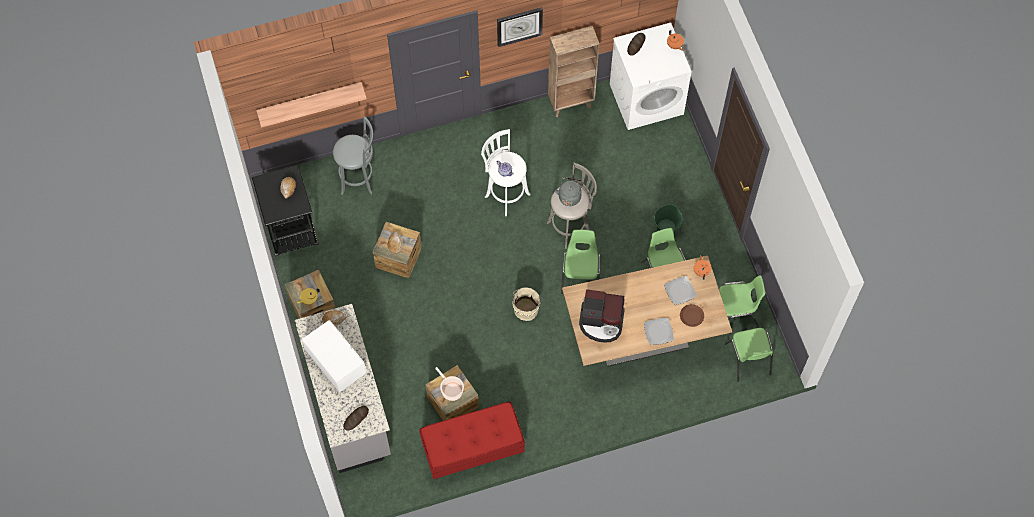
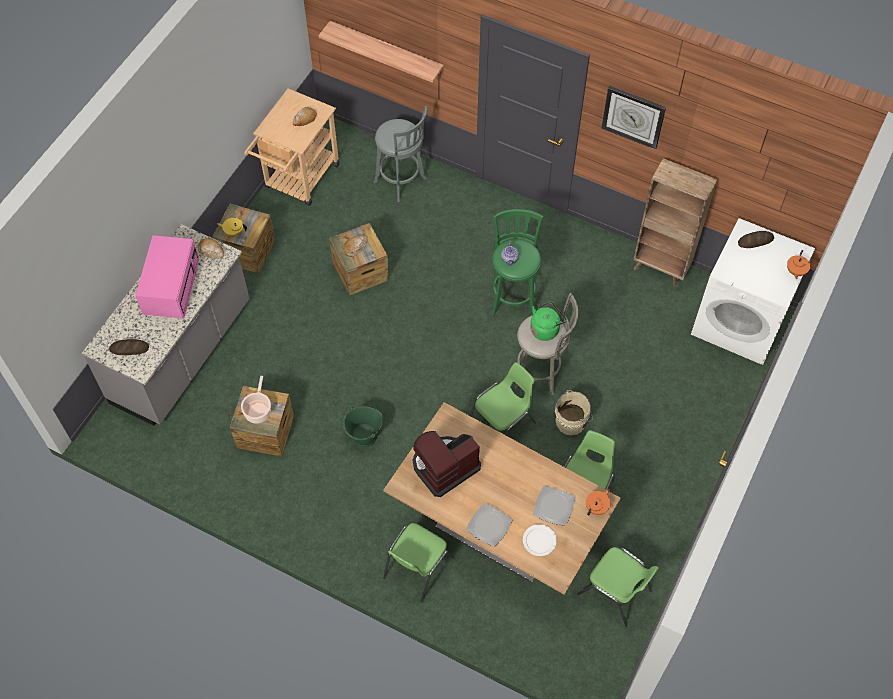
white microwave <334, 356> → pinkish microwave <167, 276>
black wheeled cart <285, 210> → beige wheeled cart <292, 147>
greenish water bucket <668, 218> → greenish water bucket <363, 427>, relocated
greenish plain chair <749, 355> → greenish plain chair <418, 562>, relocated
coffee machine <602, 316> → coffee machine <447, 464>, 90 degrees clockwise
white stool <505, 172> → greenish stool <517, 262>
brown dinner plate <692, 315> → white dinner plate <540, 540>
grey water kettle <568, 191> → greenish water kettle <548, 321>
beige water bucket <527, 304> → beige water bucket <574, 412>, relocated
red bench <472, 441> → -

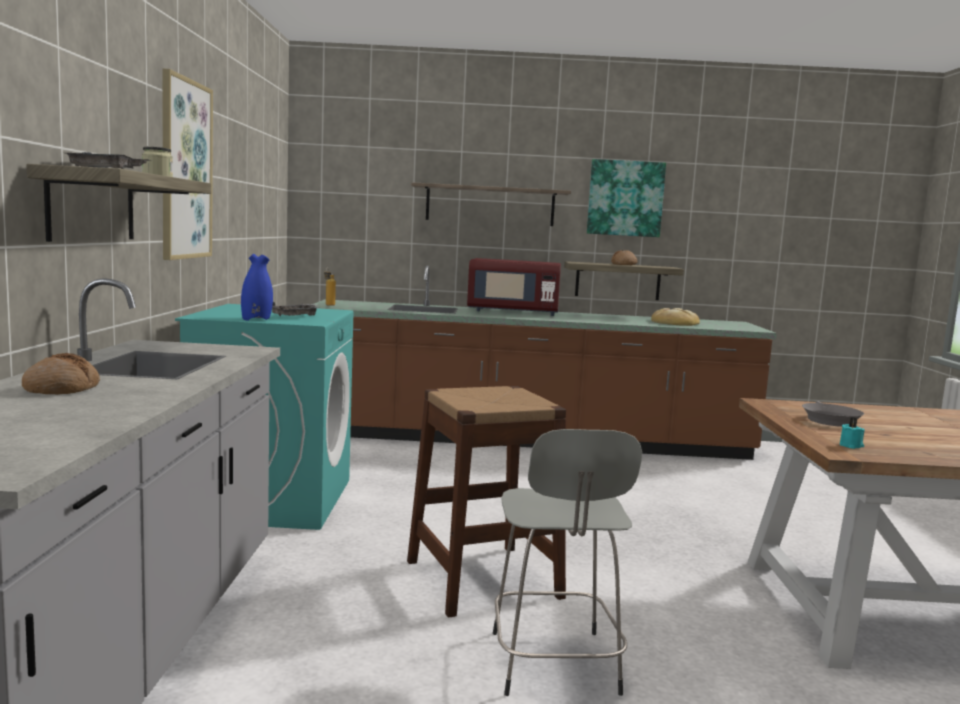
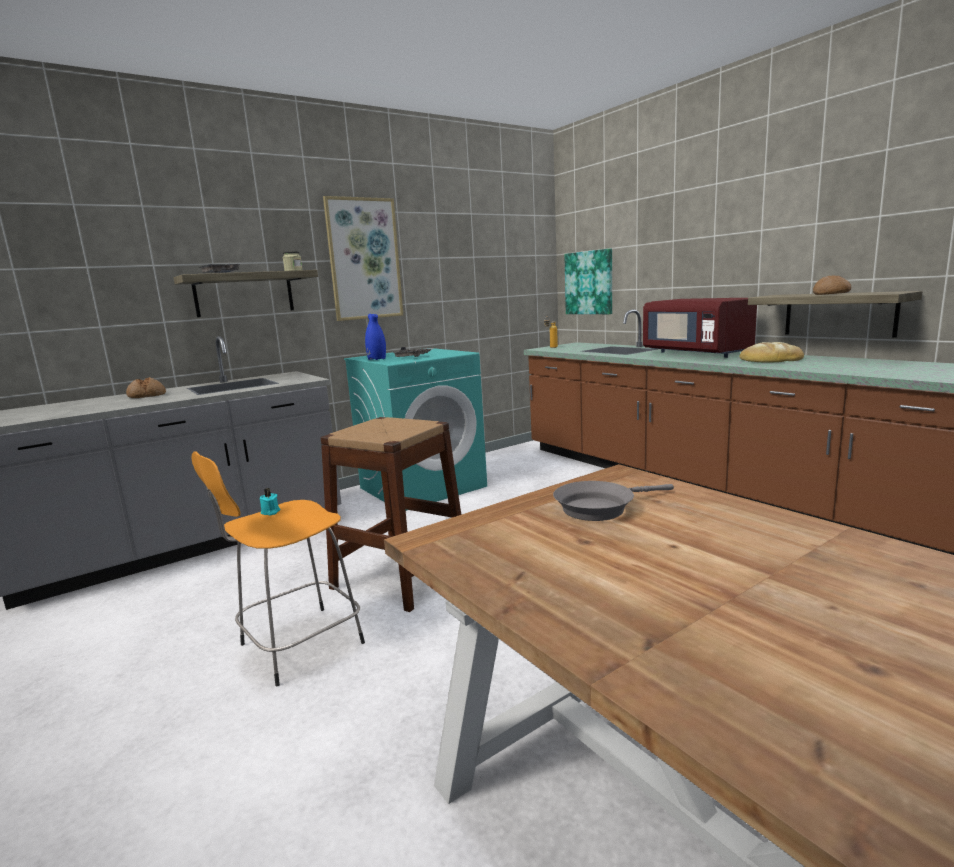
grey stool <567, 562> → orange stool <278, 568>
blue-green candle <852, 433> → blue-green candle <270, 502>, relocated
wall picture <626, 198> → wall picture <588, 281>, relocated
bakery bread <675, 317> → bakery bread <771, 352>, relocated
wall shelf <491, 204> → -

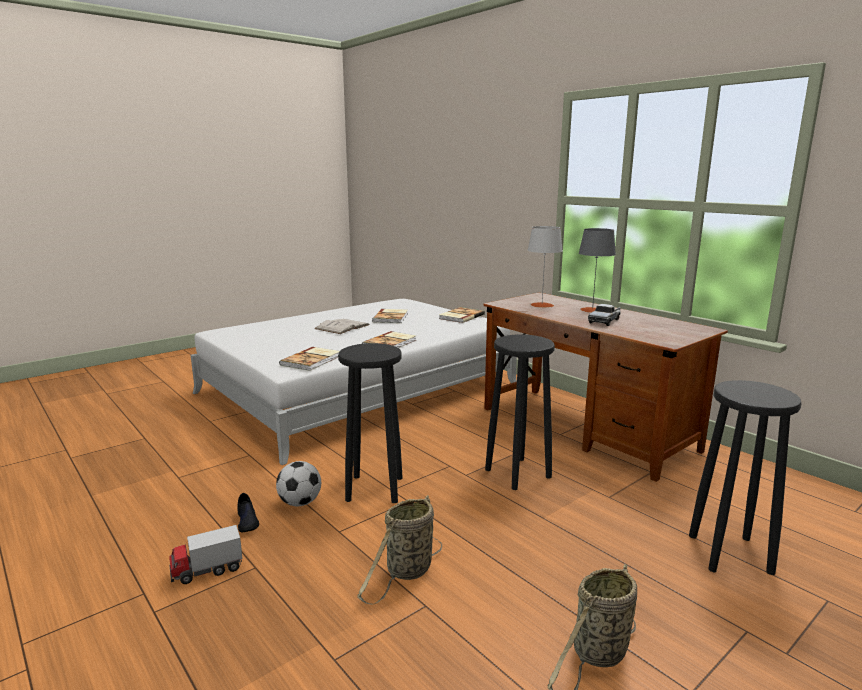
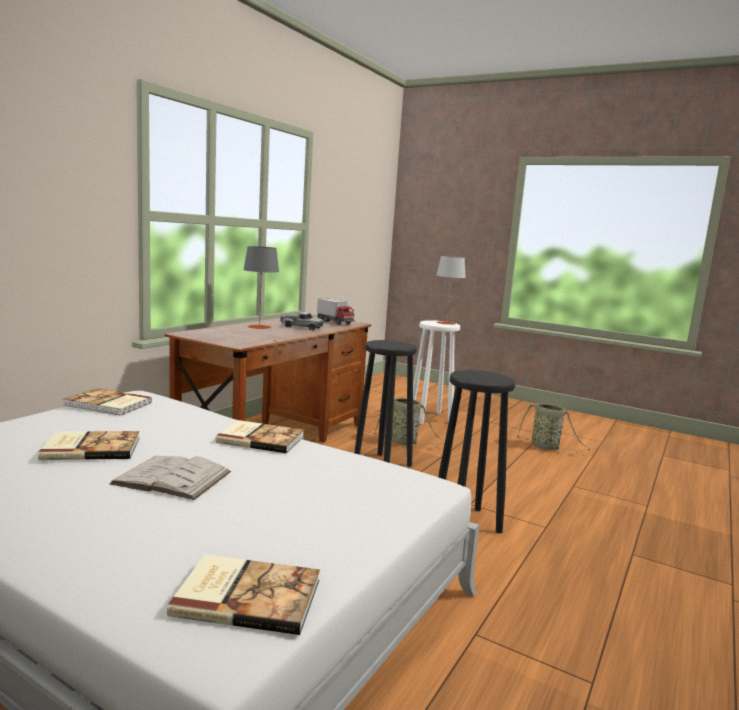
volume <309, 359> → volume <243, 595>, relocated
model truck <206, 554> → model truck <335, 311>, relocated
storage basket <399, 550> → storage basket <407, 421>, relocated
black stool <745, 477> → white stool <436, 372>
grey table lamp <545, 267> → grey table lamp <451, 290>, relocated
black low shoe <248, 513> → -
football <298, 483> → -

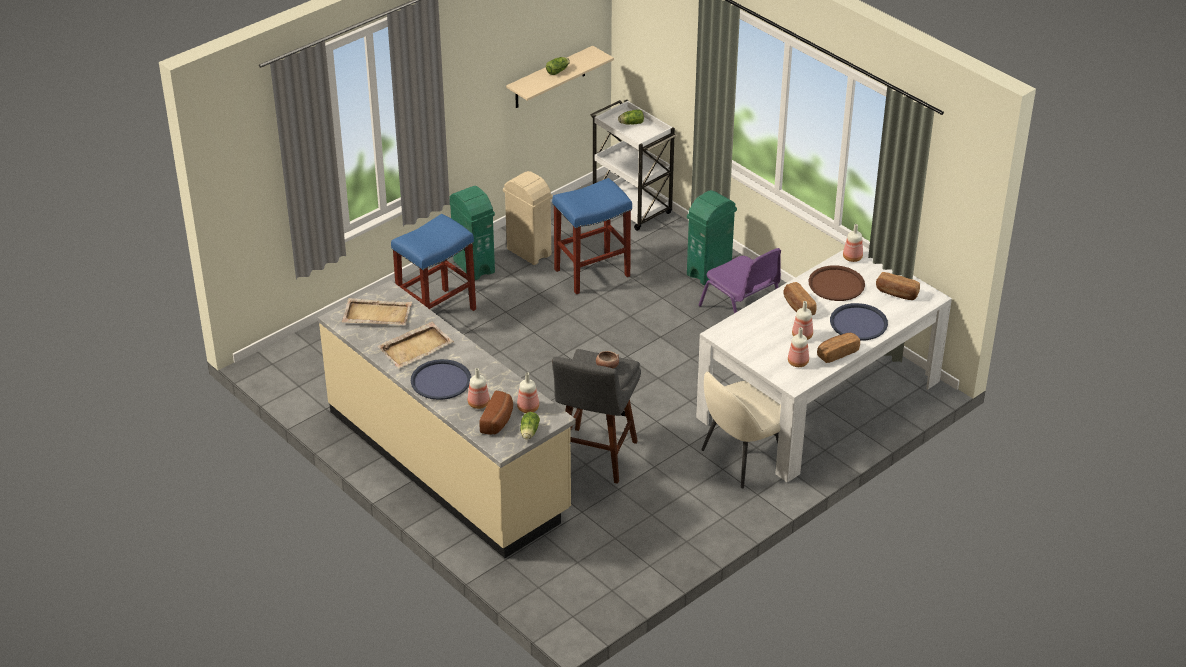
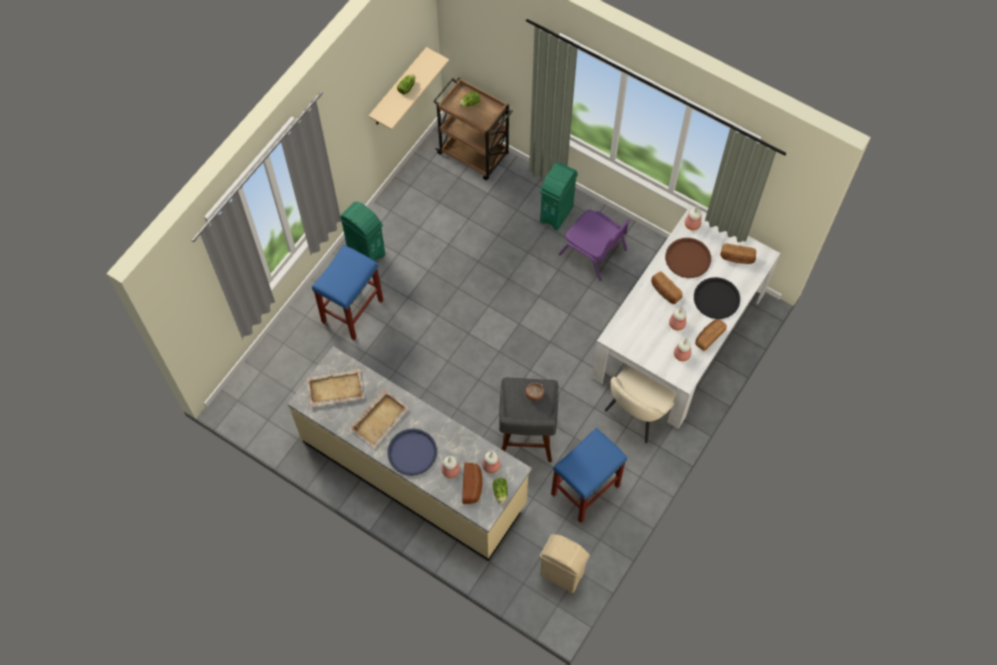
white wheeled cart <634, 165> → brown wheeled cart <473, 129>
beige waste bin <528, 218> → beige waste bin <565, 563>, relocated
blue-coloured stool <592, 236> → blue-coloured stool <589, 475>, relocated
blue-coloured serving tray <859, 322> → black serving tray <717, 298>

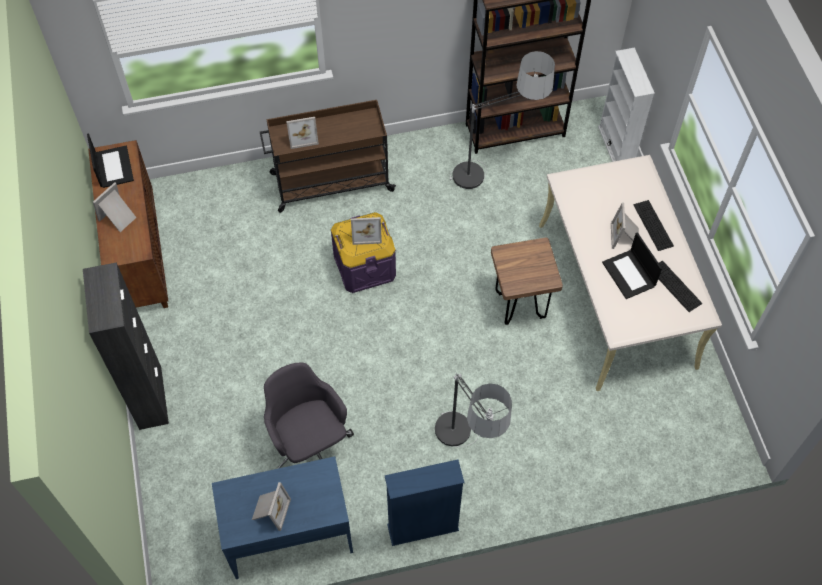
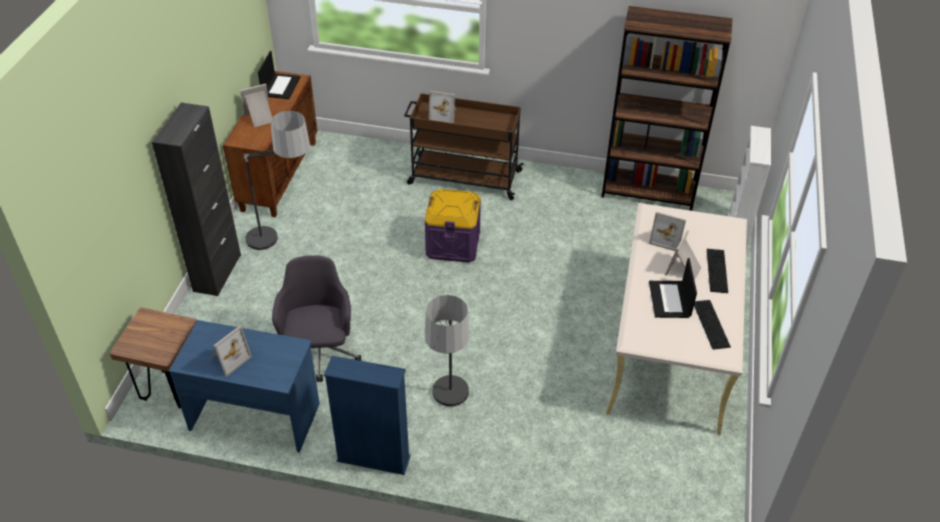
brown stool <527, 281> → brown stool <153, 358>, relocated
standard lamp <502, 120> → standard lamp <276, 180>, relocated
standing frame <366, 231> → standing frame <667, 231>, relocated

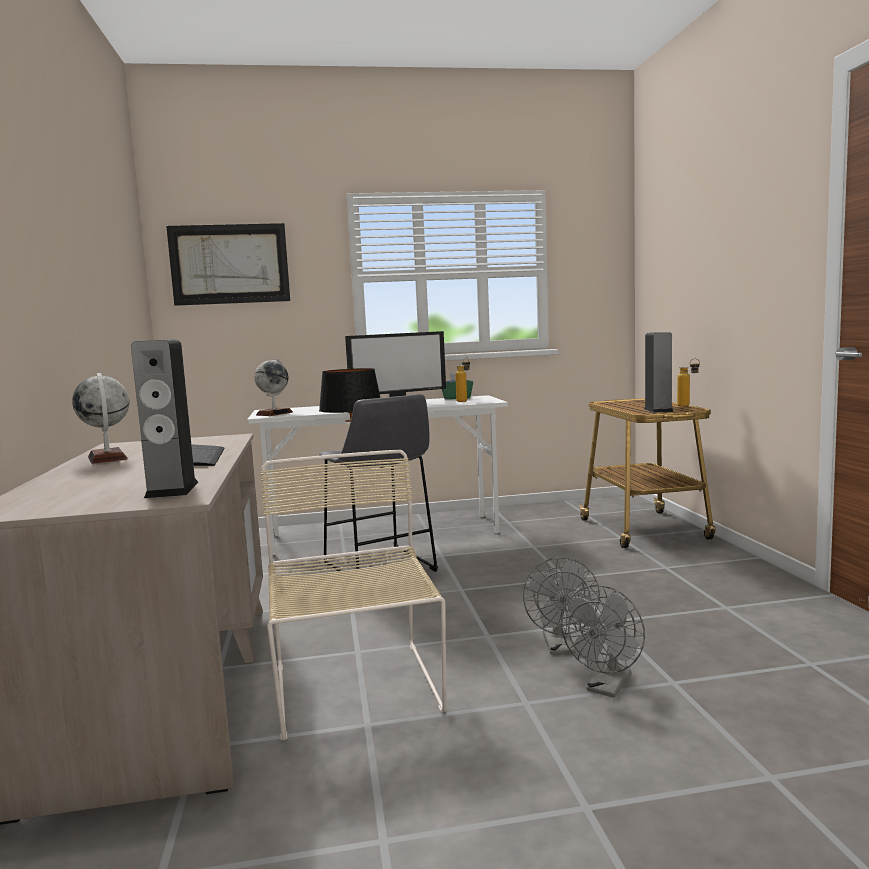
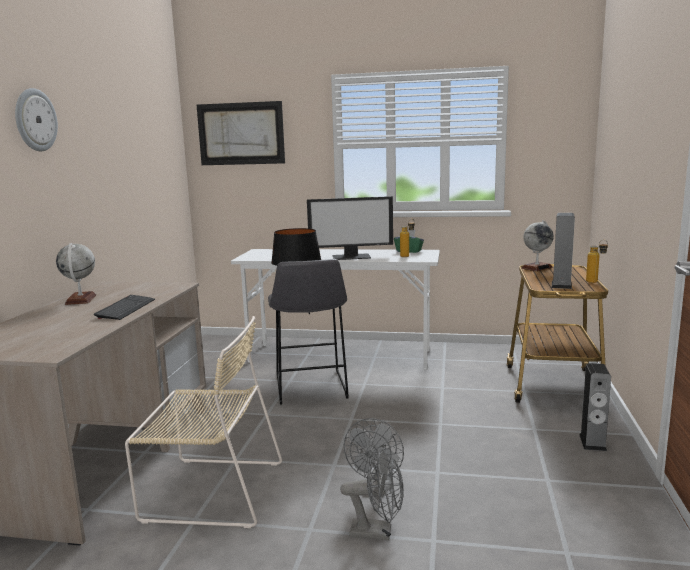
- → wall clock <36, 119>
beige plain chair <353, 595> → beige plain chair <203, 422>, 90 degrees clockwise
grey fan <603, 641> → grey fan <372, 495>, 135 degrees counterclockwise
globe <273, 387> → globe <537, 245>, relocated
loudspeaker <165, 418> → loudspeaker <595, 407>, relocated

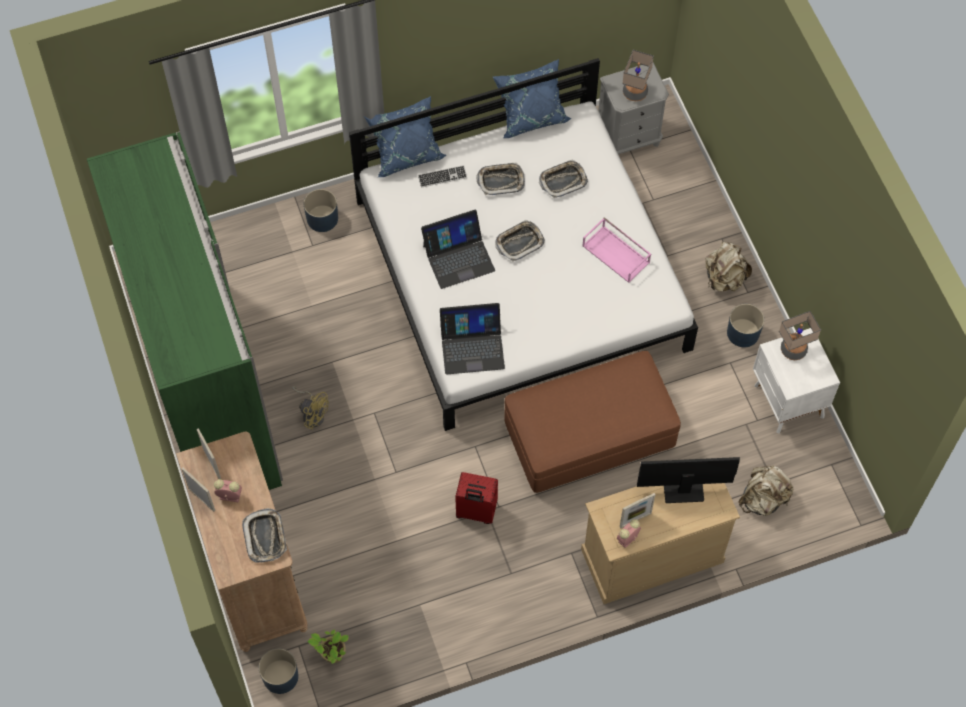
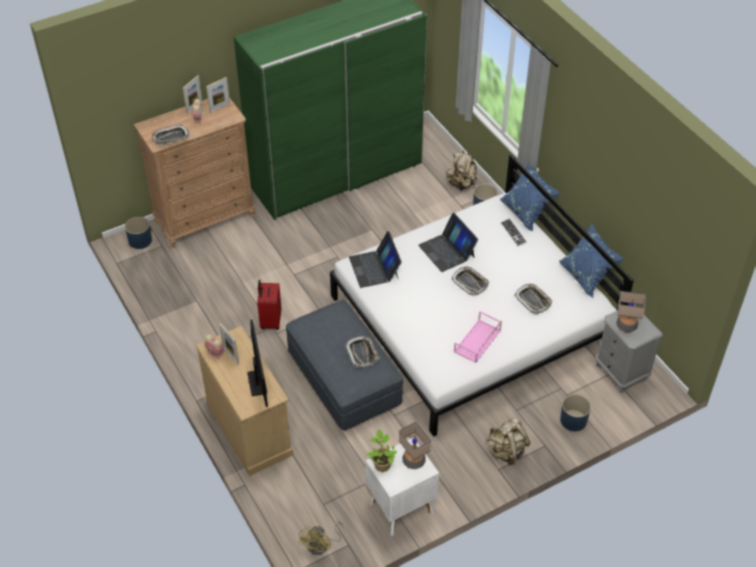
brown footrest <592, 422> → grey footrest <344, 365>
yellow fan <310, 408> → yellow fan <321, 538>, relocated
serving tray <500, 178> → serving tray <362, 352>, relocated
houseplant <328, 646> → houseplant <382, 450>, relocated
beige backpack <766, 491> → beige backpack <461, 170>, relocated
blue-coloured plant pot <745, 325> → blue-coloured plant pot <575, 413>, relocated

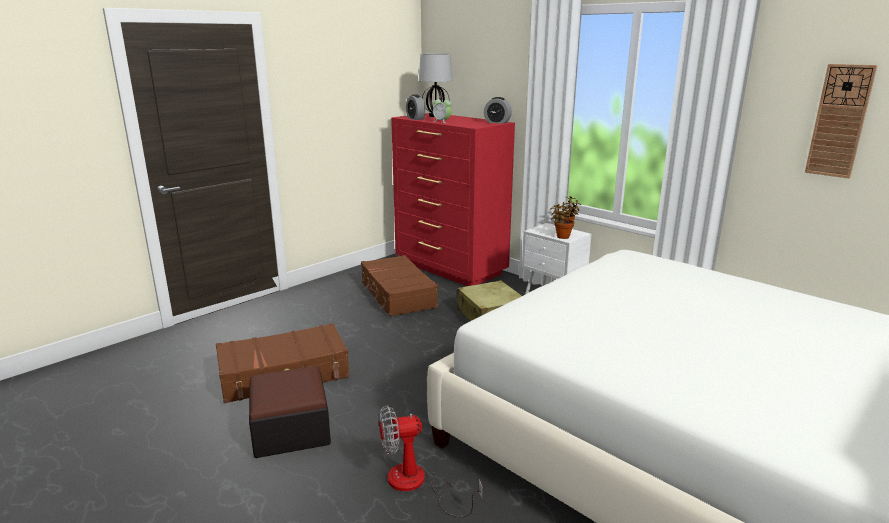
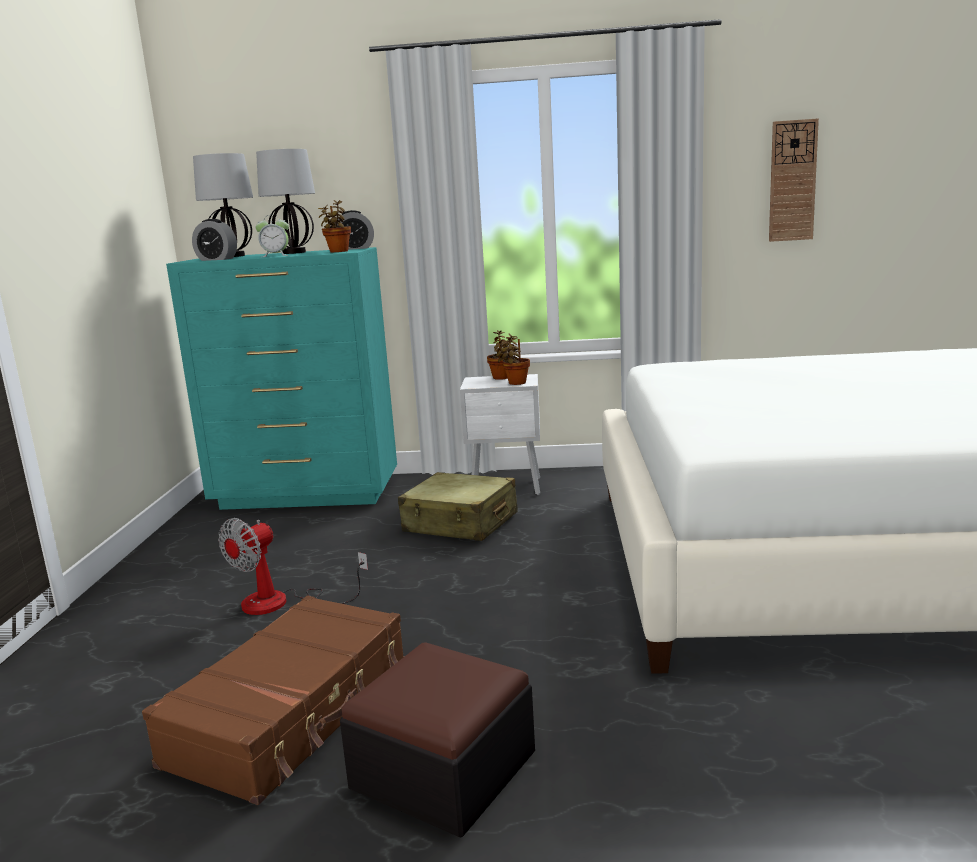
red chest of drawers <453, 199> → blue-green chest of drawers <281, 378>
fan <431, 461> → fan <293, 566>, relocated
- → table lamp <285, 201>
- → houseplant <334, 226>
brown suitcase <399, 286> → -

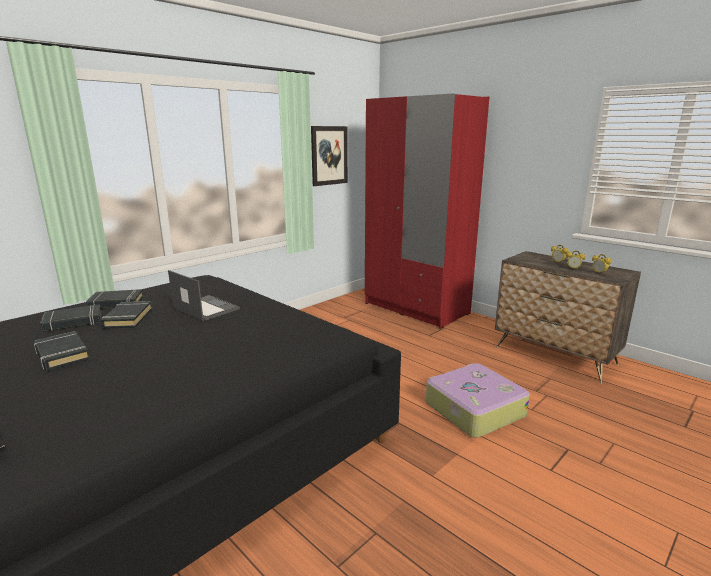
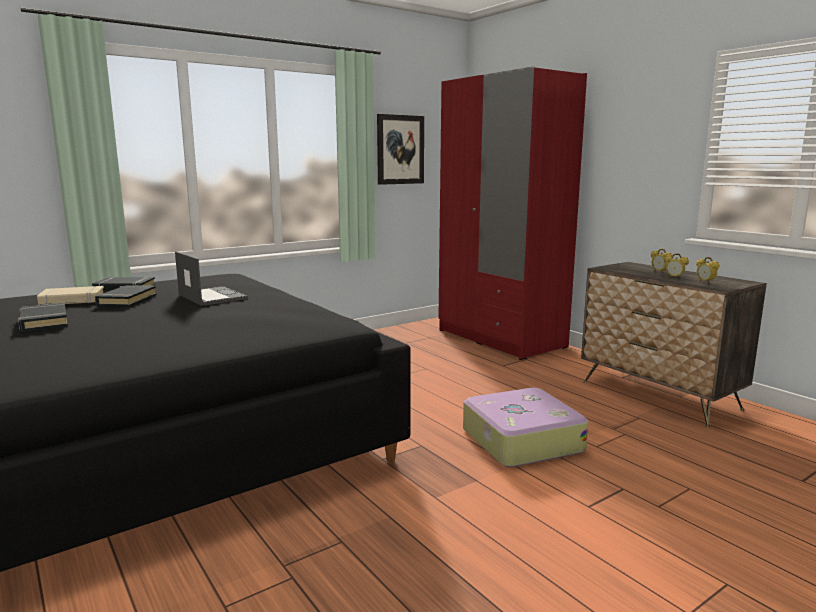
black volume <71, 318> → beige volume <70, 295>

